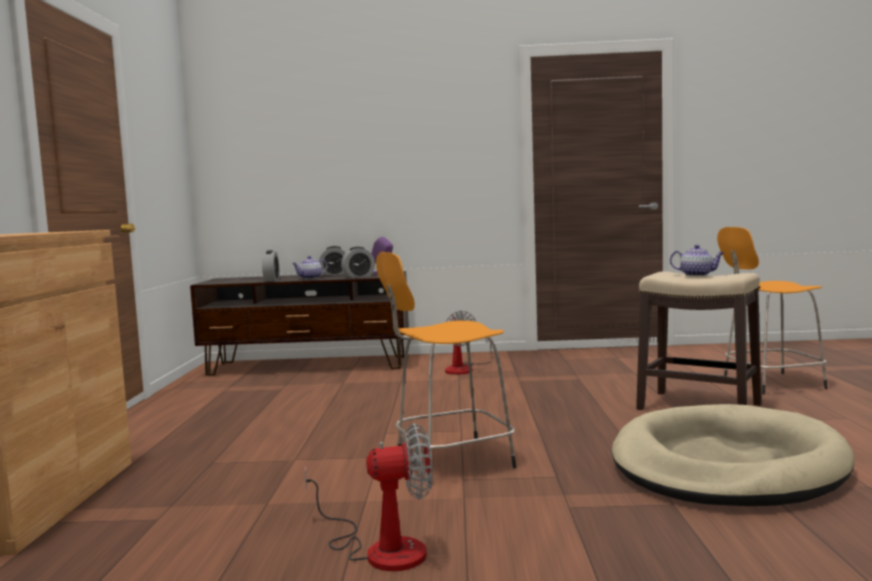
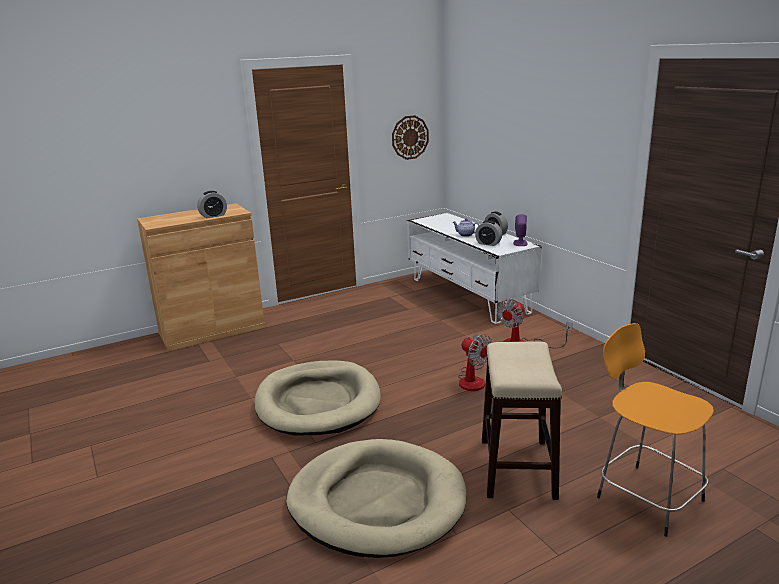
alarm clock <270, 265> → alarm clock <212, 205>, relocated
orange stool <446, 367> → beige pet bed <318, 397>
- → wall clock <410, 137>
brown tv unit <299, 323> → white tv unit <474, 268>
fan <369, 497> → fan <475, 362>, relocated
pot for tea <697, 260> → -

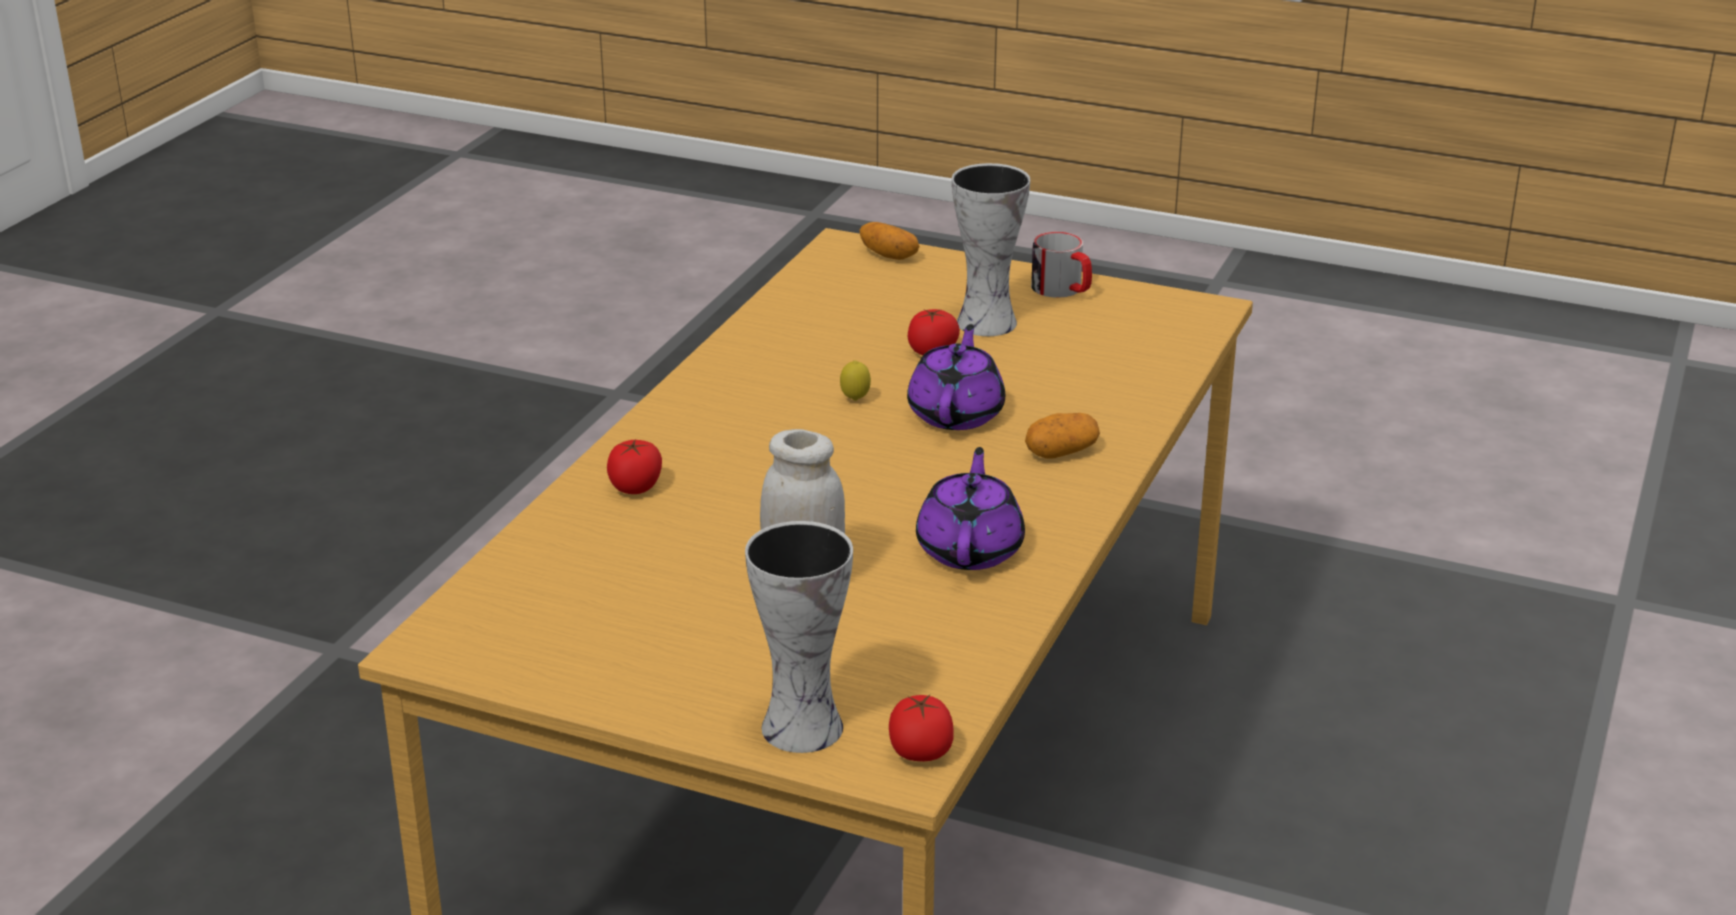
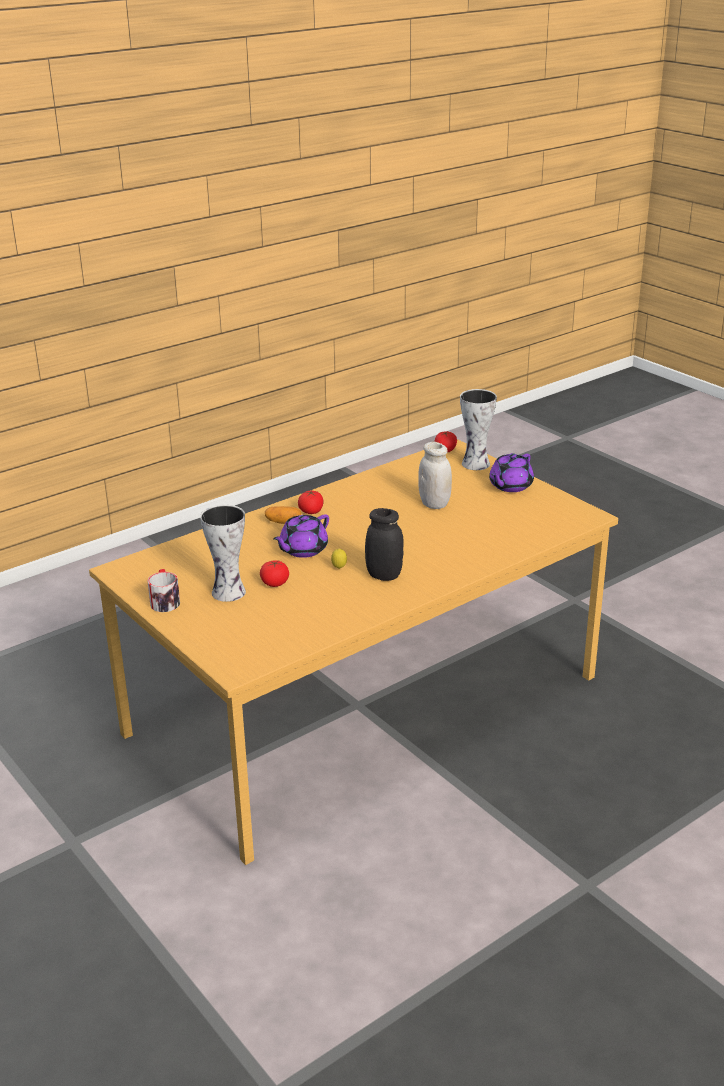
whole tomato <634, 466> → whole tomato <310, 502>, relocated
- → black storage jar <384, 544>
purple-coloured pot for tea <970, 508> → purple-coloured pot for tea <511, 472>, relocated
potato <890, 241> → -

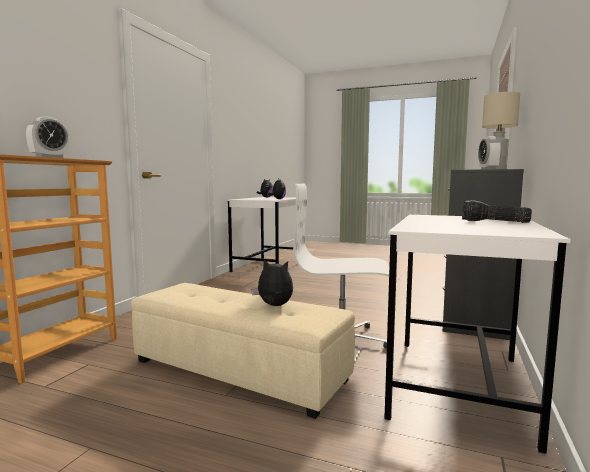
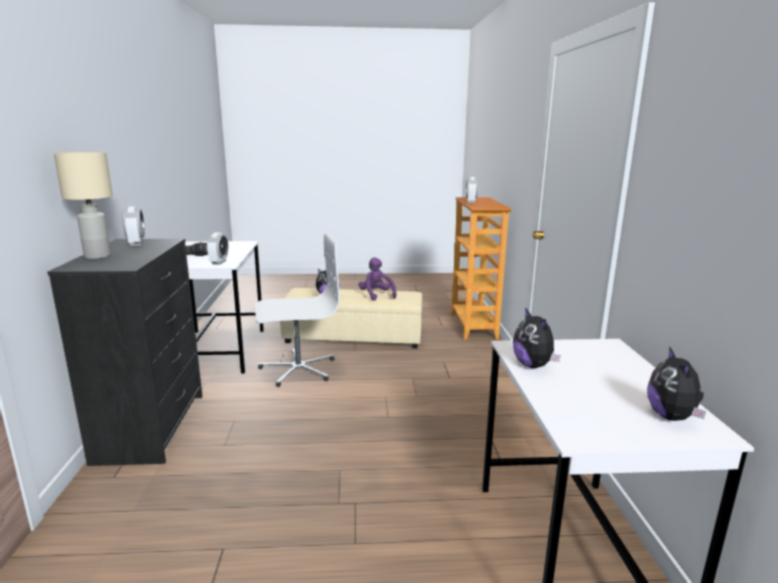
- → alarm clock <217, 248>
- → purple-coloured plush toy <378, 279>

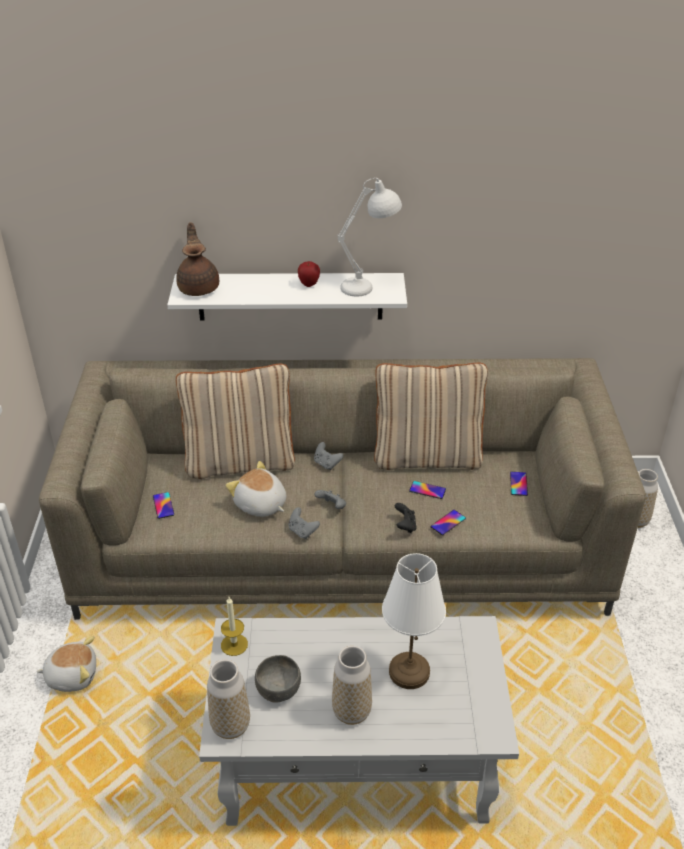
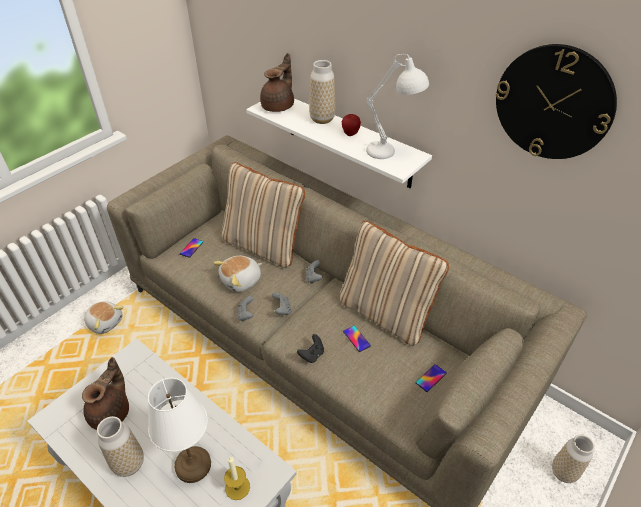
grey serving bowl <278, 679> → brown pot for tea <105, 393>
plush toy <256, 489> → plush toy <237, 274>, 120 degrees counterclockwise
candle <234, 626> → candle <237, 478>, relocated
flower vase <228, 699> → flower vase <322, 92>, relocated
- → wall clock <556, 101>
telephone <448, 522> → -

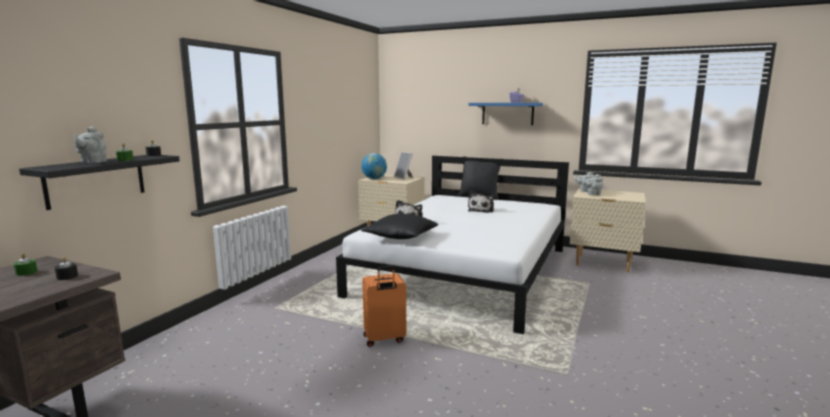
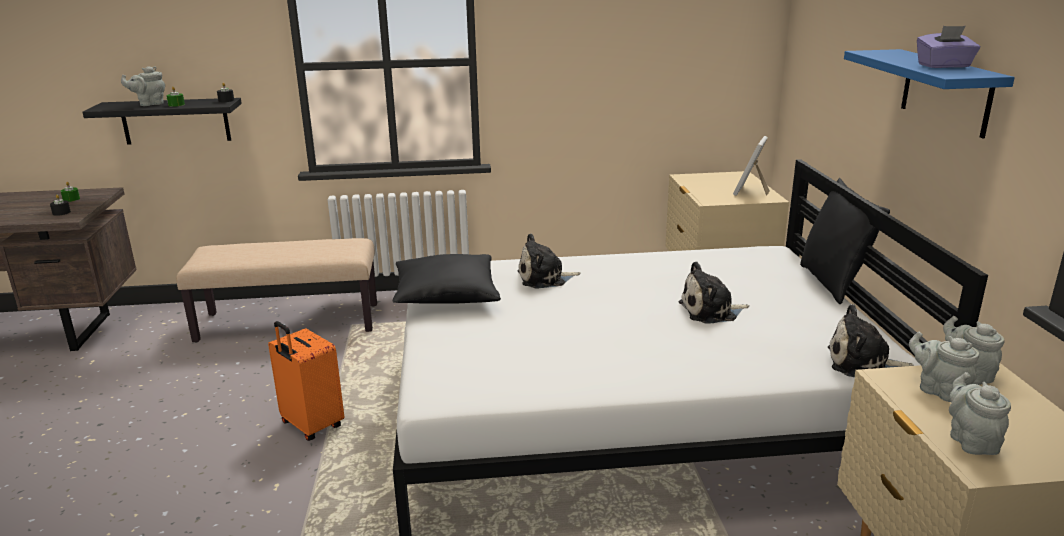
- → beige bench <276, 290>
- → plush toy <870, 340>
- → grey pot for tea <980, 413>
globe <374, 166> → -

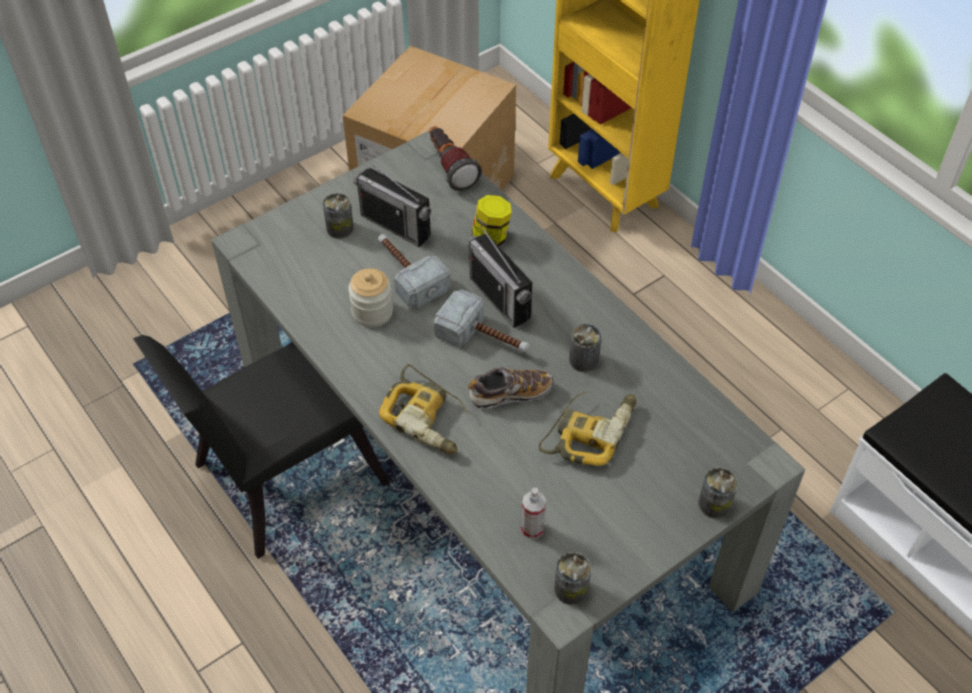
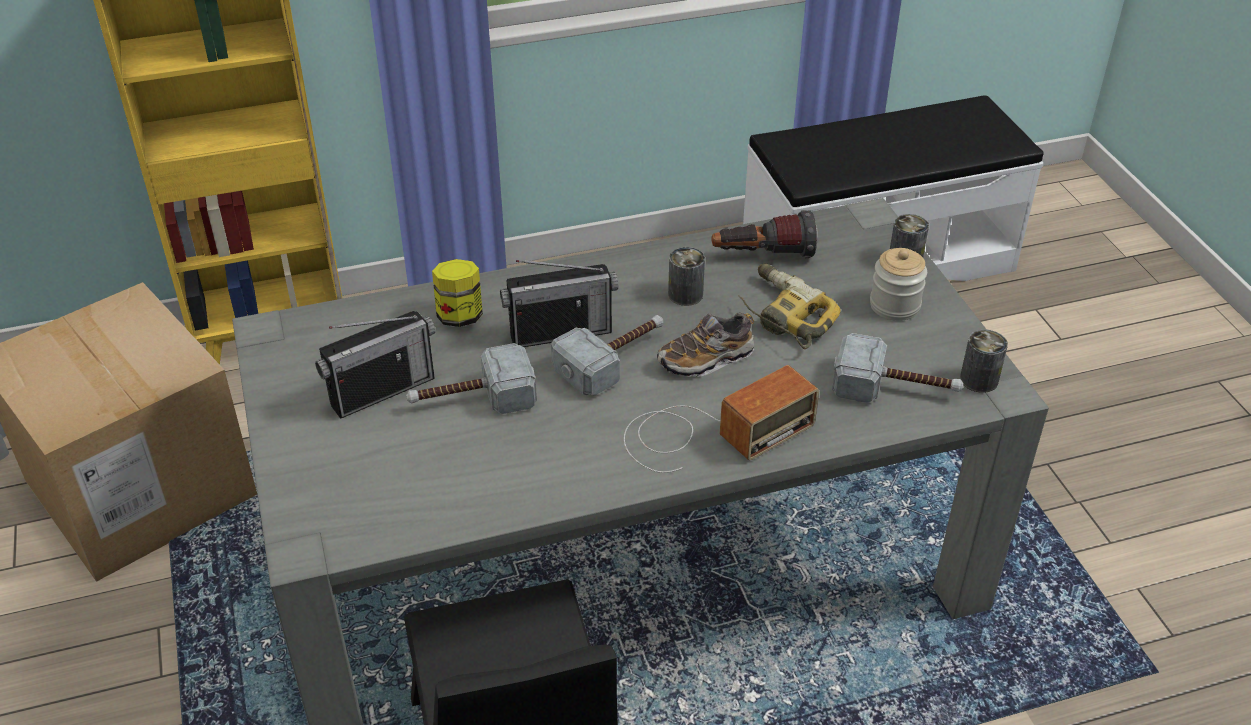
power drill <424, 409> → radio set <721, 419>
low shoe <510, 387> → low shoe <706, 345>, 120 degrees counterclockwise
torch <455, 158> → torch <765, 234>, relocated
spray bottle <533, 513> → tool hammer <897, 368>
storage jar <370, 297> → storage jar <898, 284>, relocated
sealed can <338, 216> → -

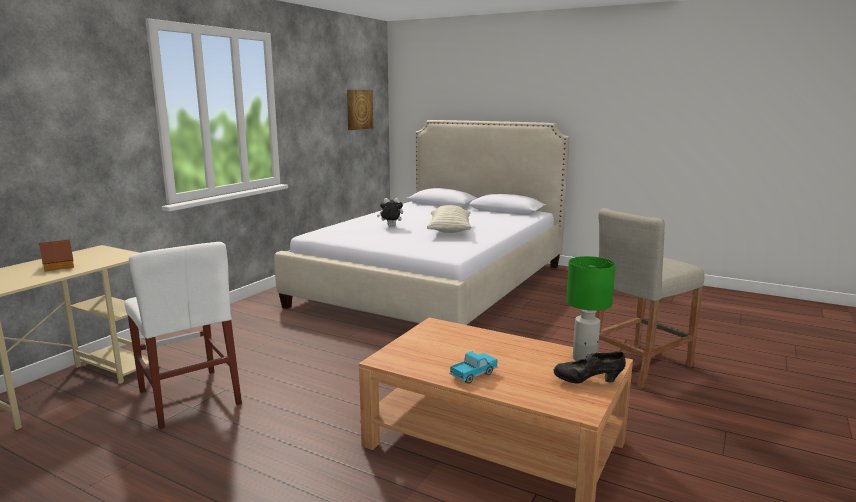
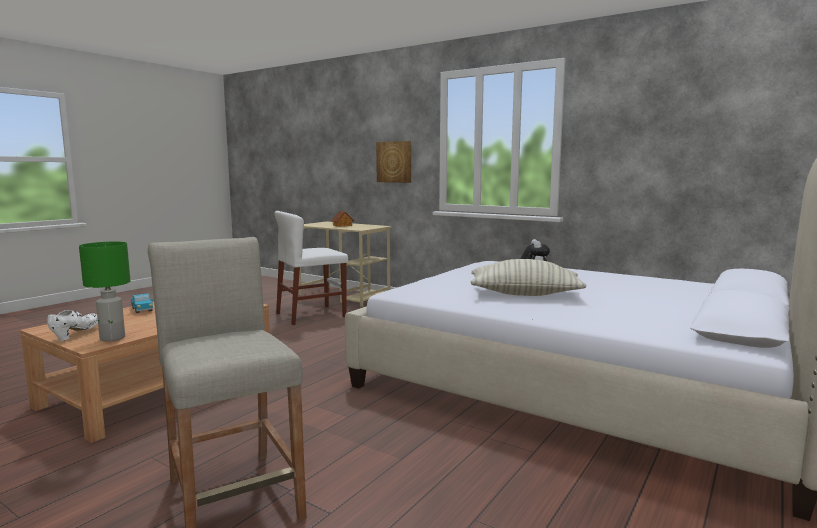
black low shoe <589, 367> → white low shoe <72, 325>
wall picture <360, 110> → wall picture <393, 162>, relocated

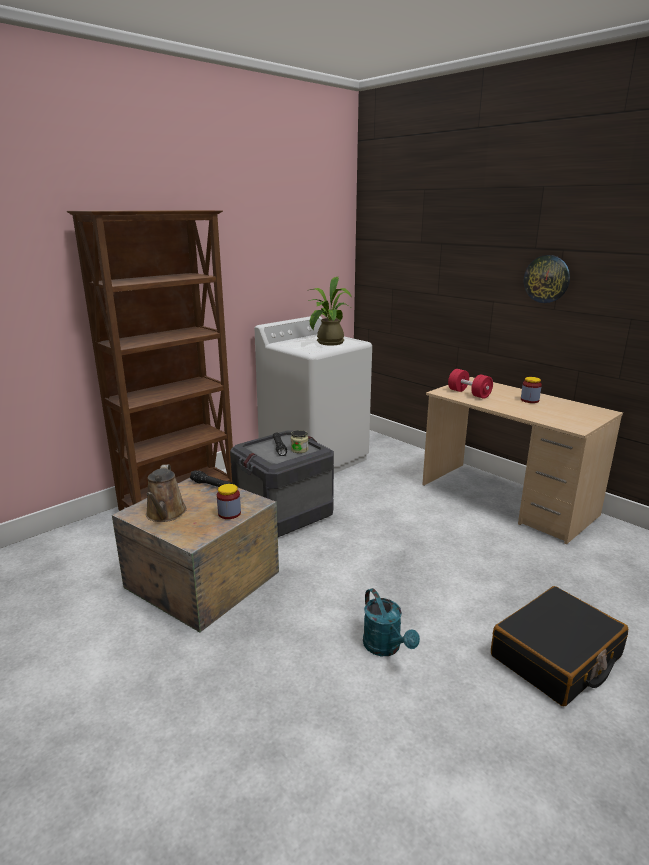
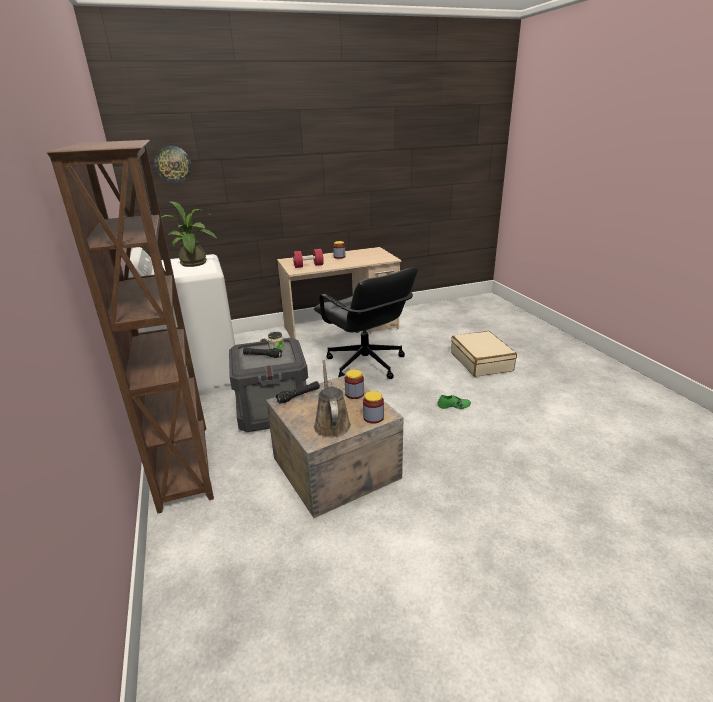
wall clock <547, 279> → wall clock <173, 164>, relocated
- → black computer chair <366, 323>
brown watering can <166, 493> → brown watering can <332, 398>, 120 degrees counterclockwise
- → storage jar <373, 407>
blue-green watering can <391, 622> → greenish low shoe <454, 402>
black suitcase <559, 646> → beige suitcase <484, 354>

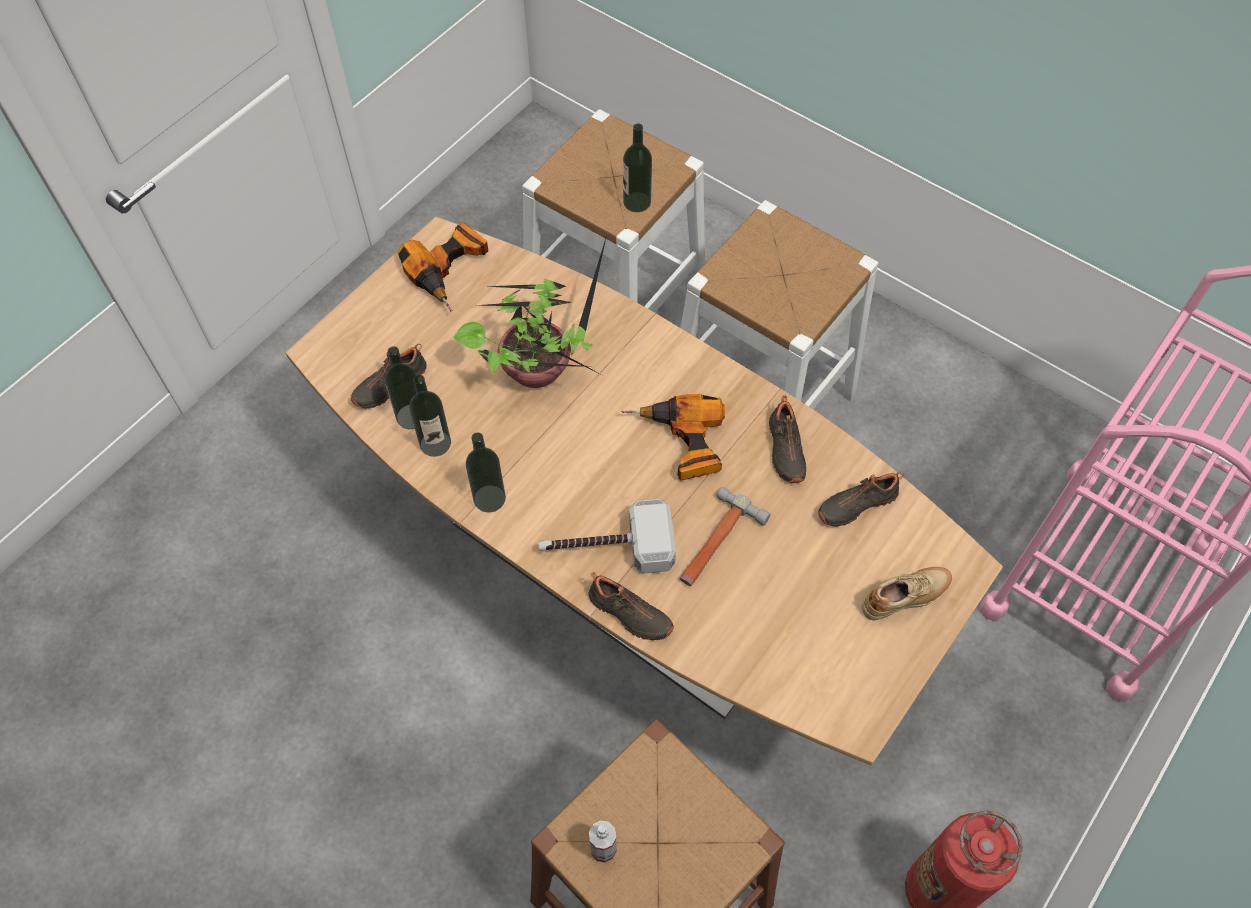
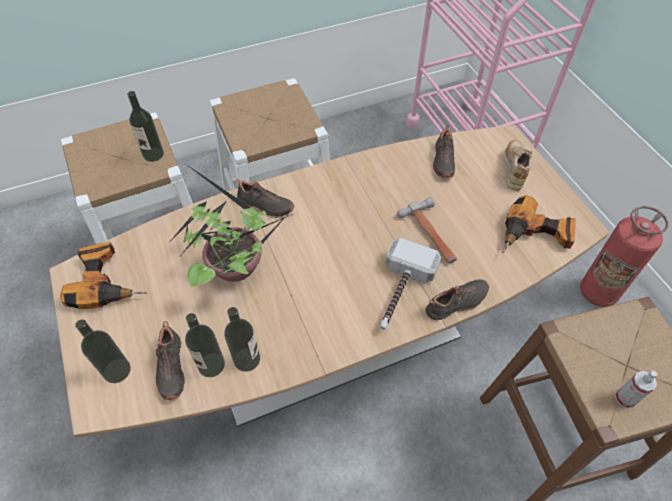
bottle <486, 473> → bottle <103, 351>, relocated
black low shoe <787, 439> → black low shoe <265, 198>, relocated
power drill <673, 437> → power drill <538, 224>, relocated

